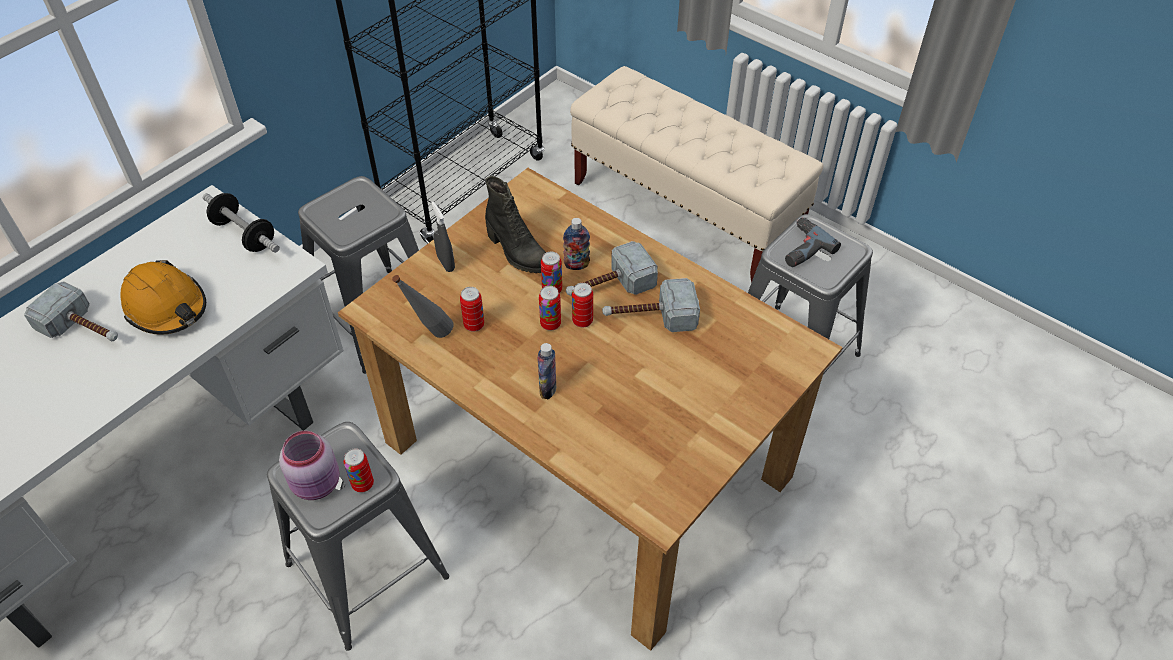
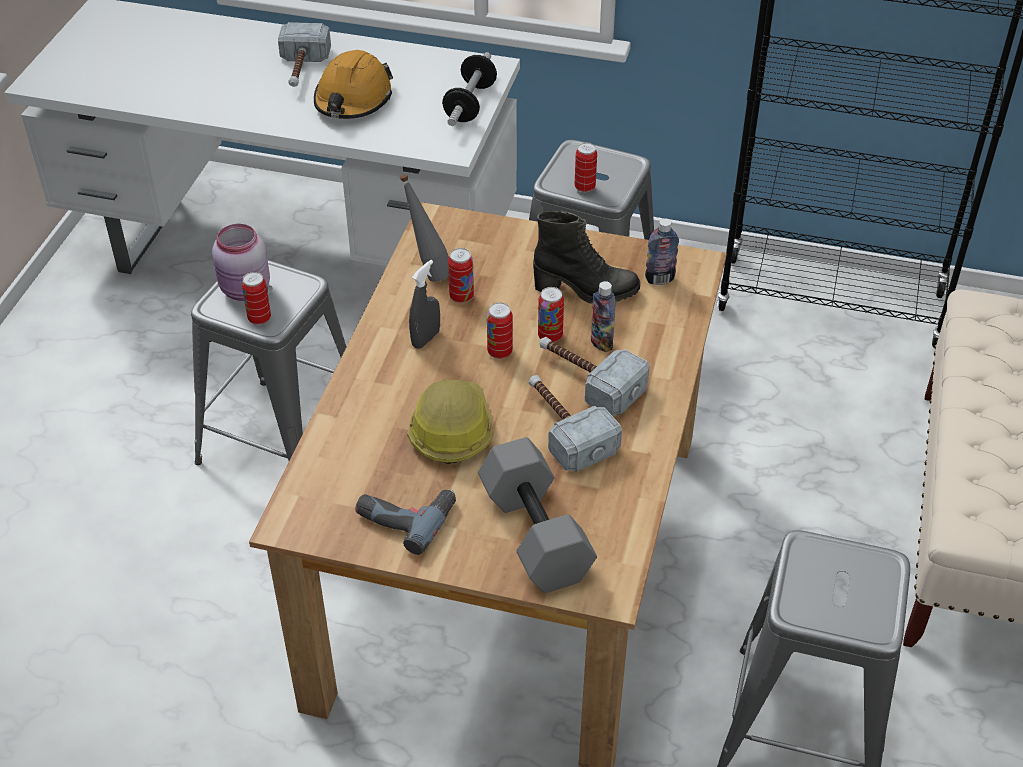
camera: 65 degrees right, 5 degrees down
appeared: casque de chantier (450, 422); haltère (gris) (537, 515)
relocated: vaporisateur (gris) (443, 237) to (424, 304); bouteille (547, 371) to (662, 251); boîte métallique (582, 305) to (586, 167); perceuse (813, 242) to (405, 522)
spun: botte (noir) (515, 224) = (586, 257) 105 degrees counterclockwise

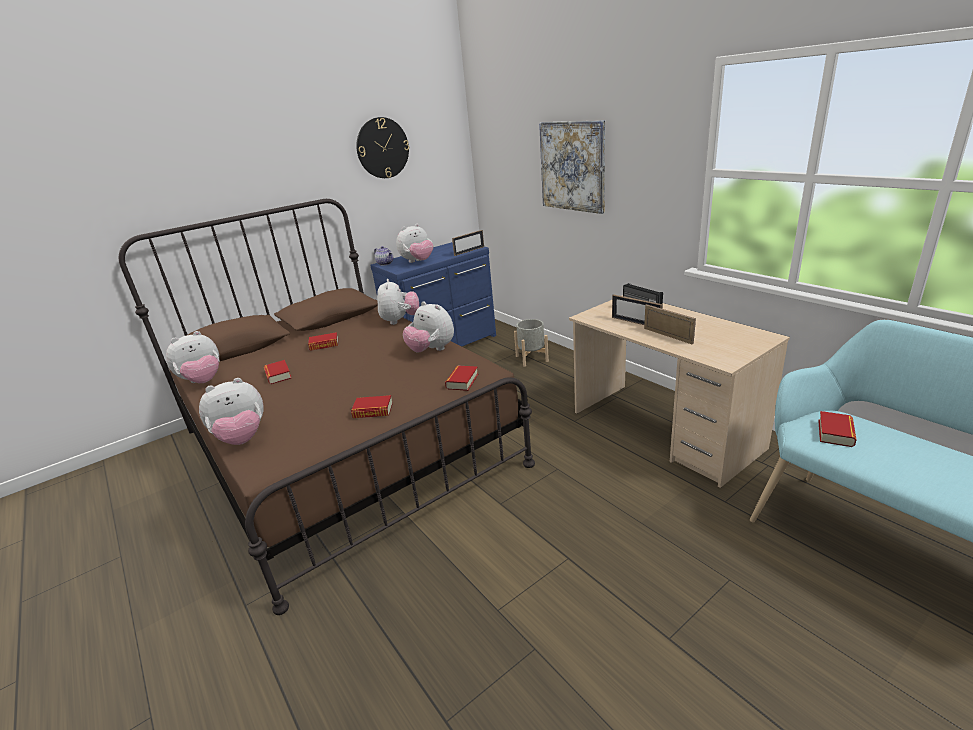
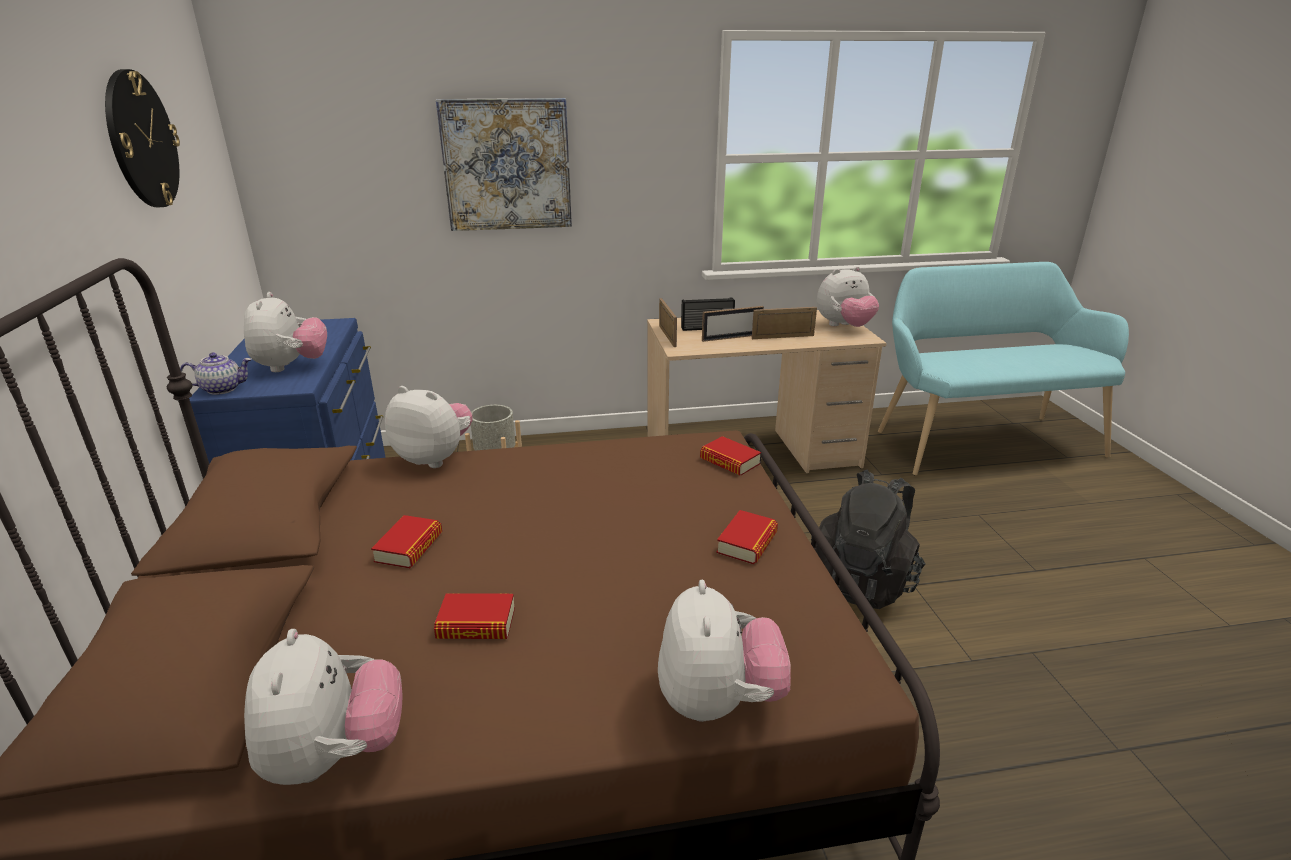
camera: 65 degrees left, 0 degrees up
missing: livre (837, 429)
appeared: sac à dos (noir) (868, 539)
relocated: peluche (428, 327) to (848, 296); cadre photo (468, 243) to (668, 322)

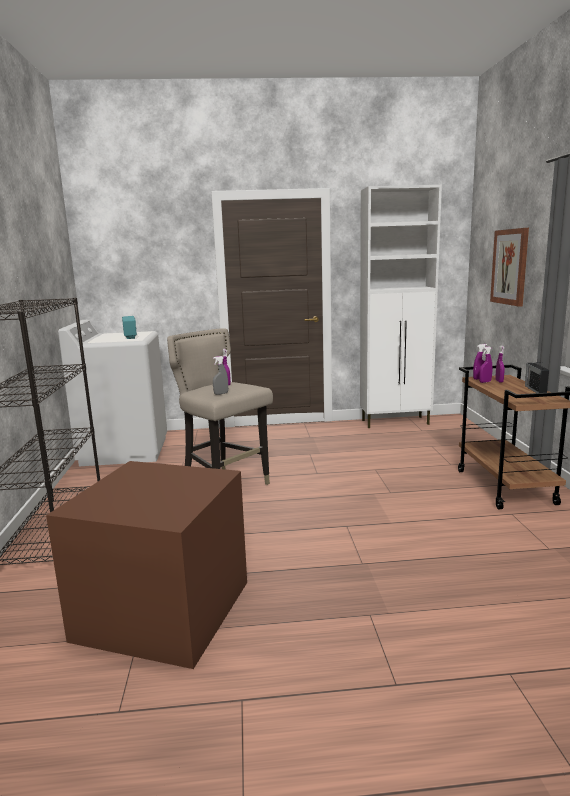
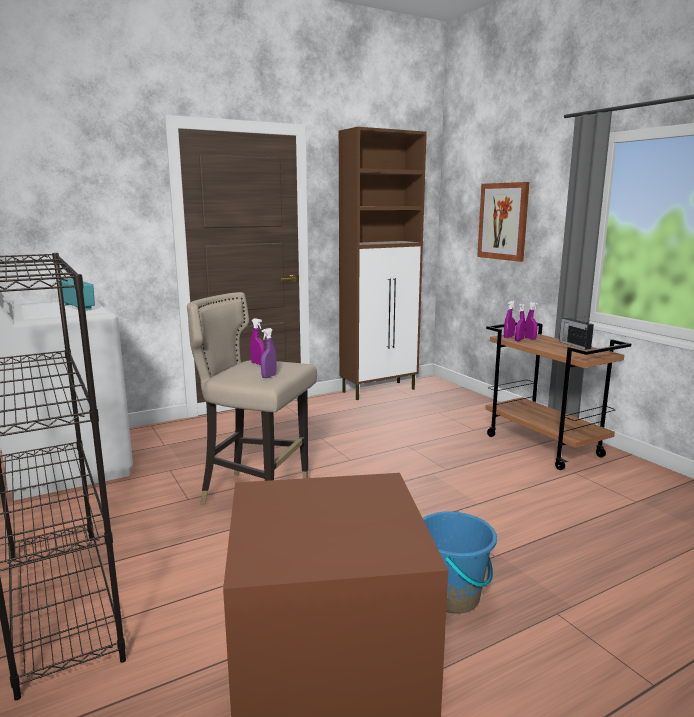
camera: 25 degrees left, 0 degrees up
appeared: seau (bleu) (460, 562)
colour: vaporisateur (gris) (220, 375) to vaporisateur (violet) (269, 353); meuble de rangement (blanc) (401, 306) to meuble de rangement (marron) (383, 263)

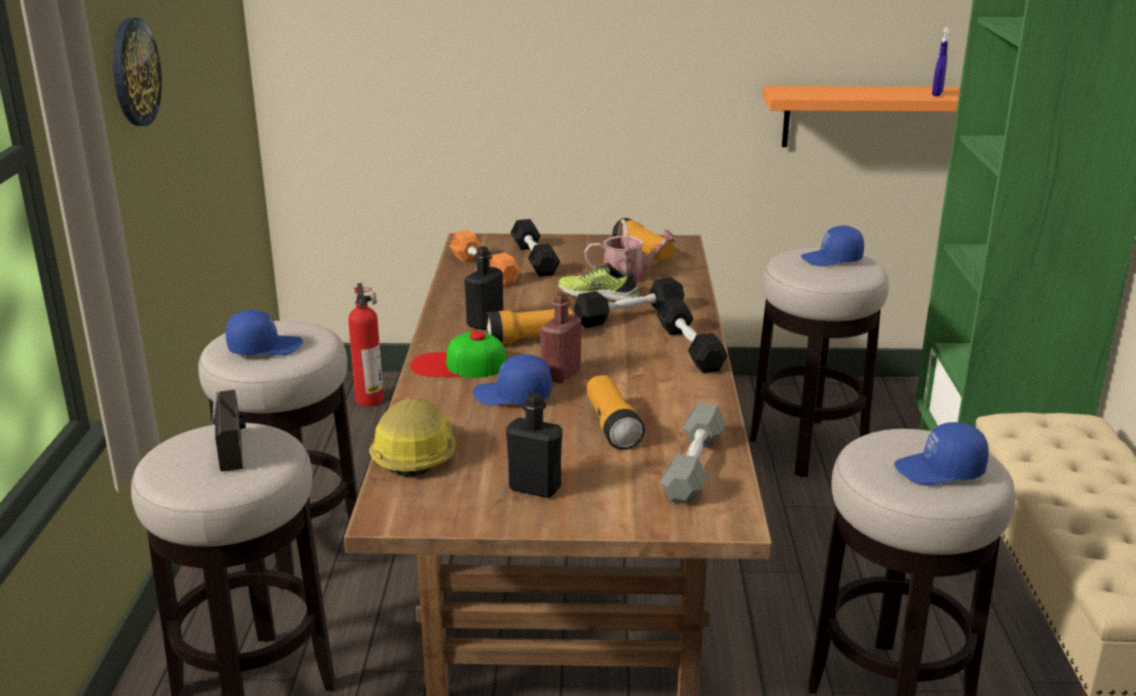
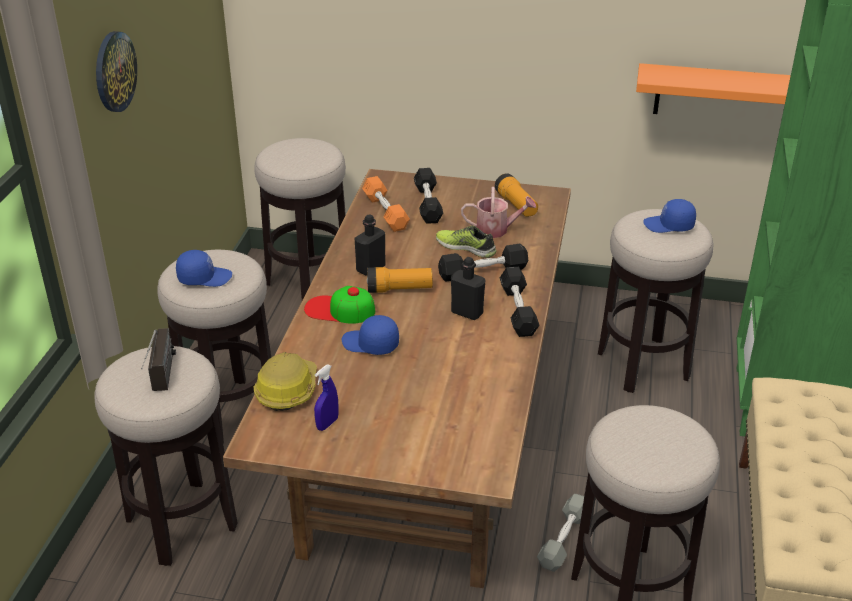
camera: 10 degrees right, 10 degrees up
missing: bouteille (rouge) (561, 337); lampe de poche (616, 412); casquette (bleu) (941, 453)
relocated: bouteille (noir) (534, 445) to (468, 288); haltère (gris) (693, 453) to (560, 533); vaporisateur (bleu) (940, 61) to (326, 398)
exchanged: extincteur (366, 345) to tabouret (300, 219)

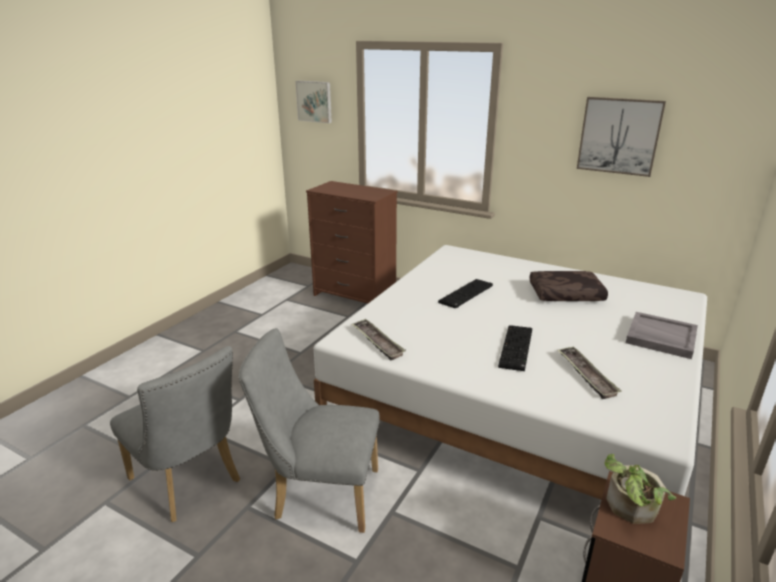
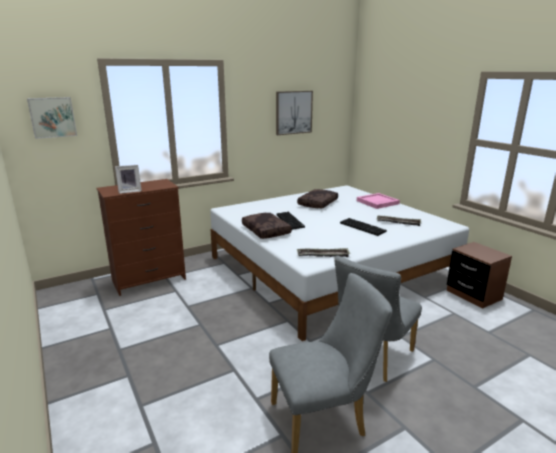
camera: 60 degrees left, 5 degrees down
missing: plante en pot (640, 489)
appeared: cadre photo (128, 179); coussin (marron) (267, 226)
colour: plateau (gris) (662, 335) to plateau (rose) (378, 201)

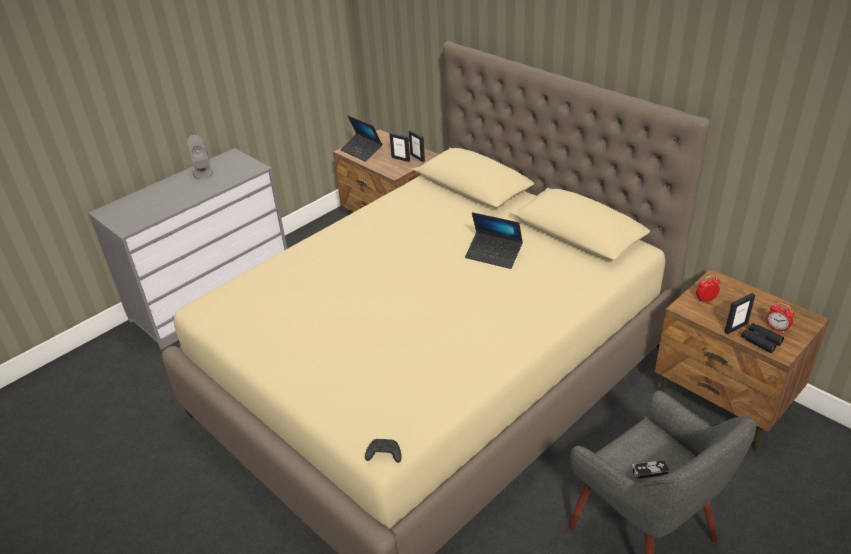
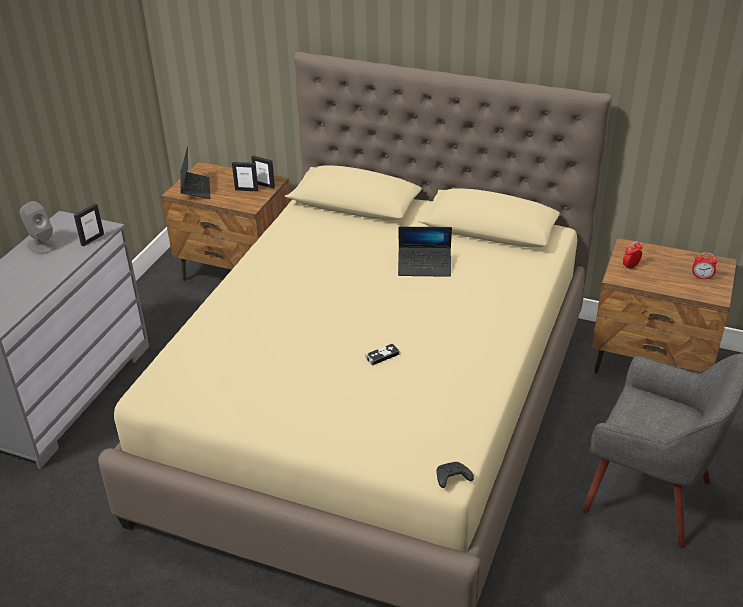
camera: 25 degrees left, 0 degrees up
missing: jumelles (noir) (762, 338)
relocated: manette (651, 469) to (382, 354); cadre photo (739, 314) to (89, 225)
spun: ordinateur portable (361, 139) = (195, 172) 120 degrees counterclockwise

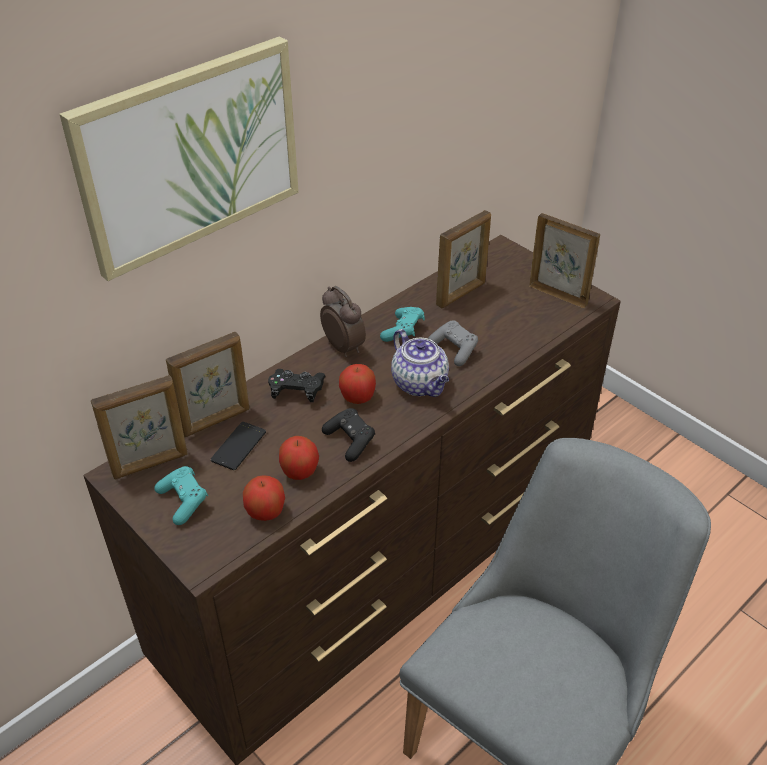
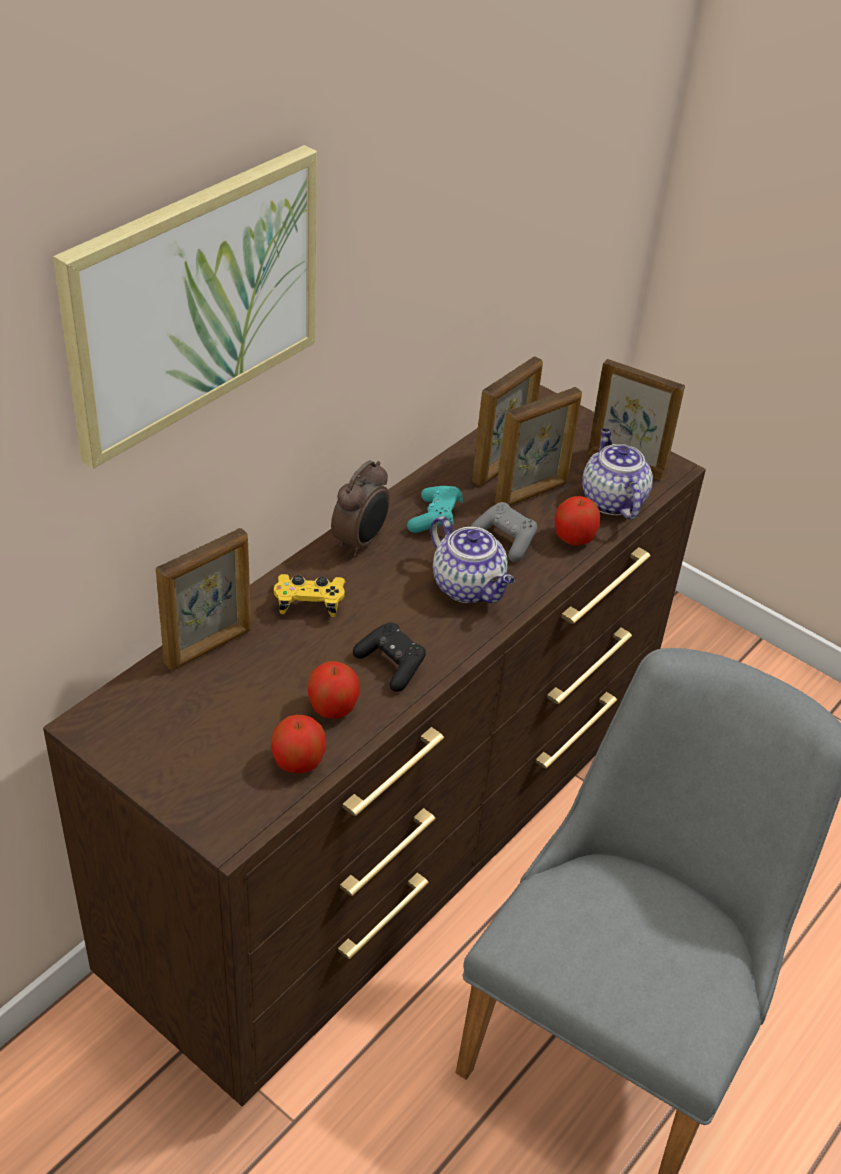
camera: 10 degrees left, 0 degrees up
missing: manette (turquoise) (181, 495); téléphone (238, 446)
appeared: théière (617, 473)
relocated: cadre photo (139, 427) to (538, 446); pomme (357, 384) to (577, 521)
colour: manette (noir) (297, 385) to manette (jaune) (310, 595)
spun: réveil (343, 321) = (360, 508) 75 degrees clockwise

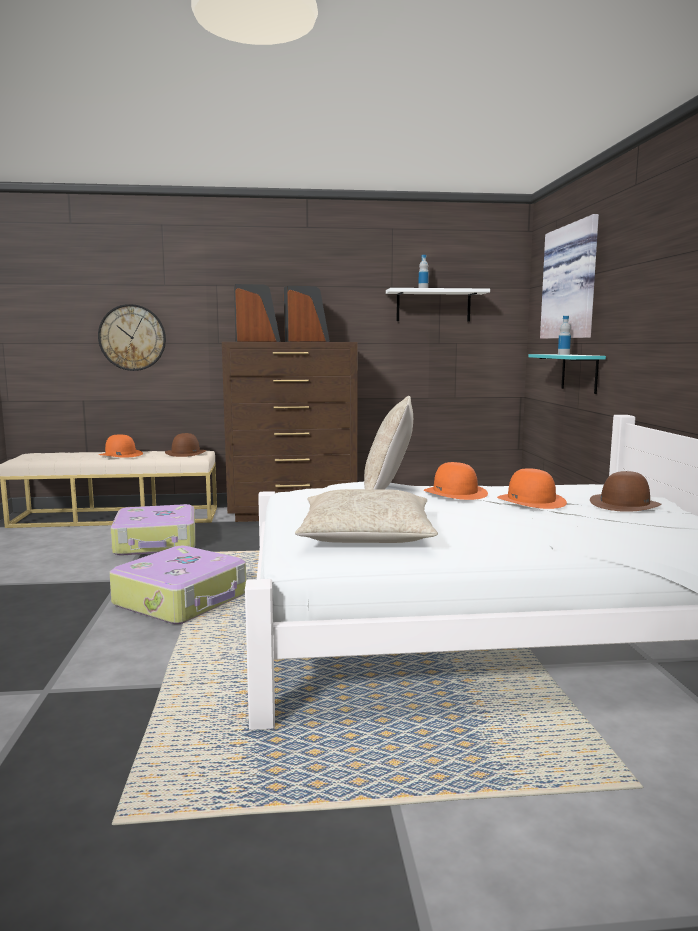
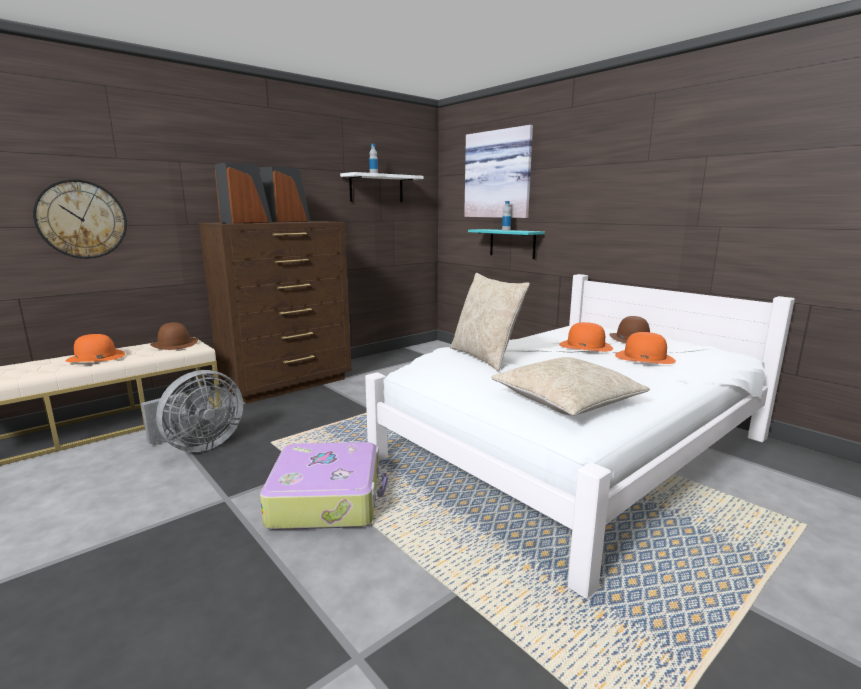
camera: 35 degrees left, 5 degrees up
relocated: chapeau (orange) (456, 481) to (645, 348)
exchanged: valise (153, 529) to ventilateur (gris) (192, 411)

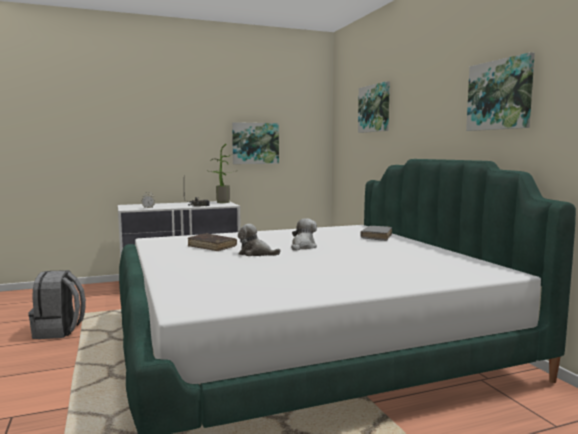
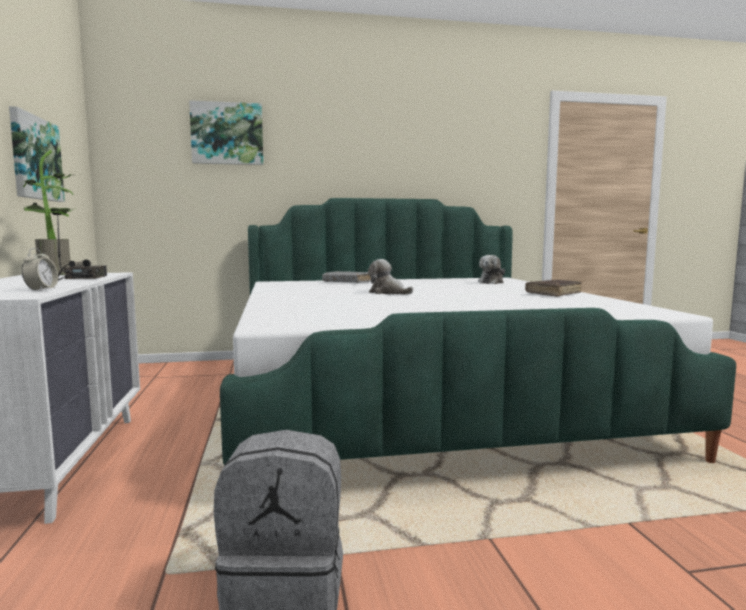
camera: 80 degrees left, 0 degrees up
missing: tableau (500, 91)
relocated: livre (marron) (212, 242) to (553, 288); peluche (259, 240) to (491, 269)

